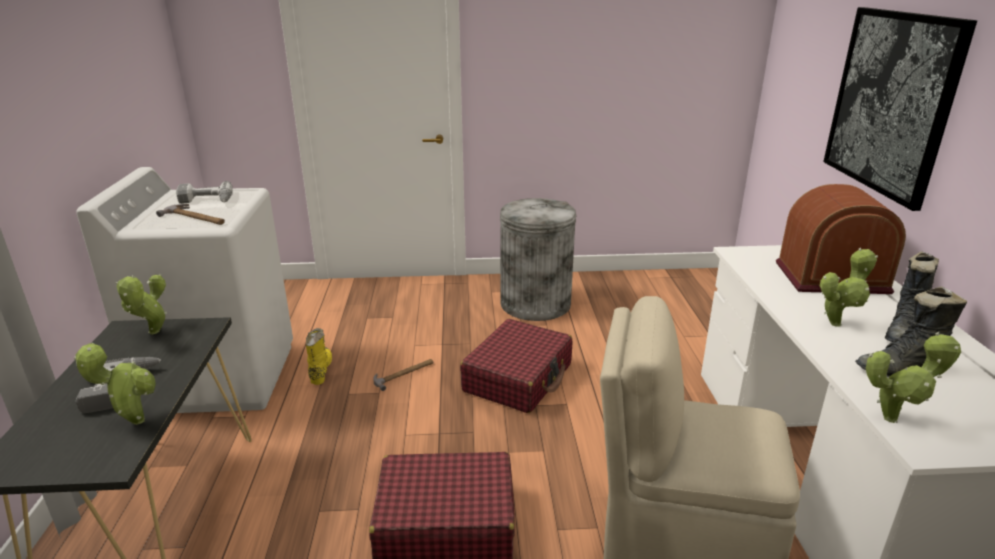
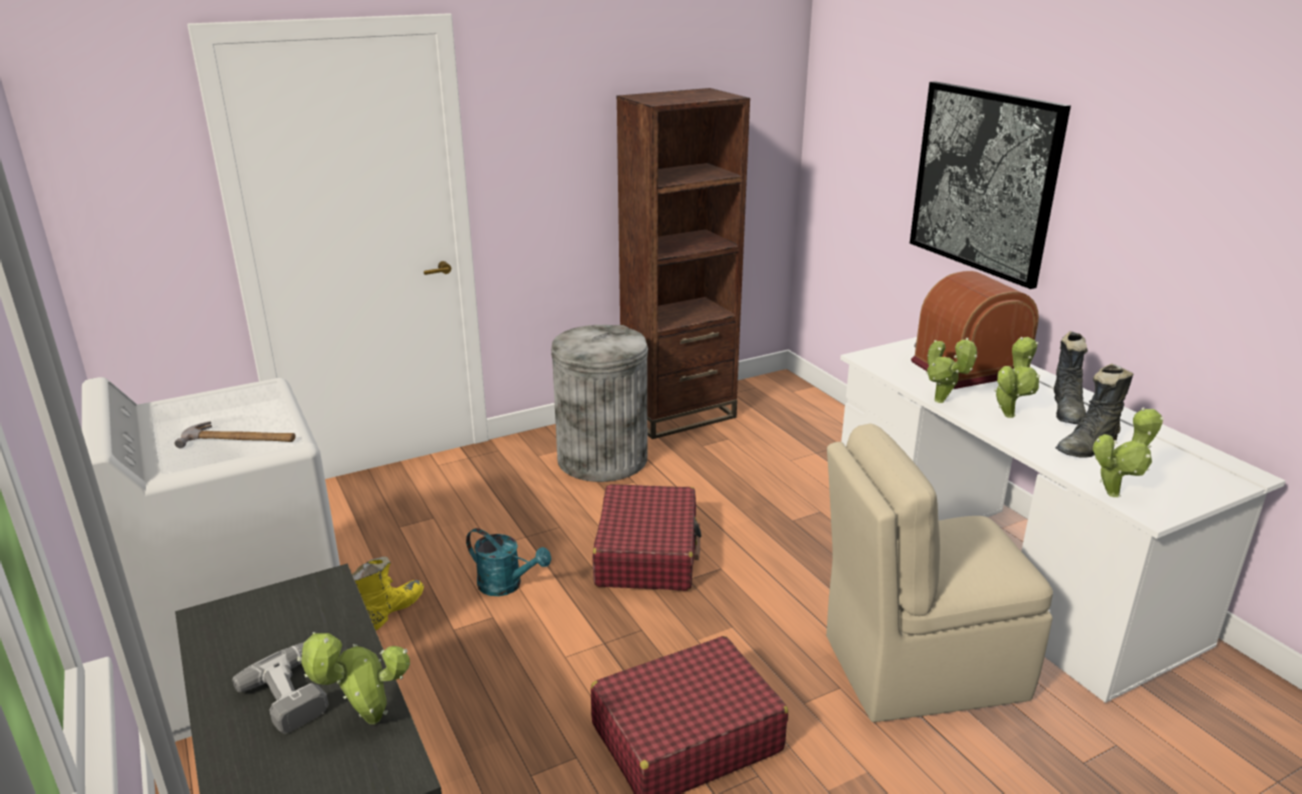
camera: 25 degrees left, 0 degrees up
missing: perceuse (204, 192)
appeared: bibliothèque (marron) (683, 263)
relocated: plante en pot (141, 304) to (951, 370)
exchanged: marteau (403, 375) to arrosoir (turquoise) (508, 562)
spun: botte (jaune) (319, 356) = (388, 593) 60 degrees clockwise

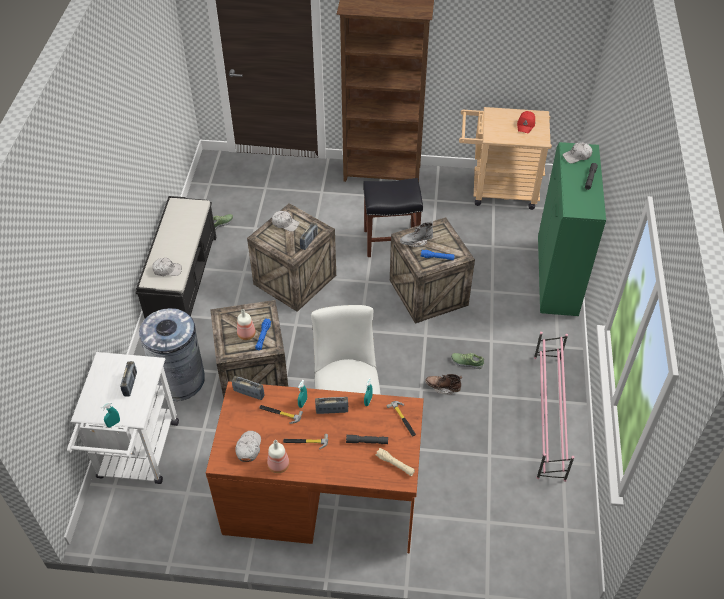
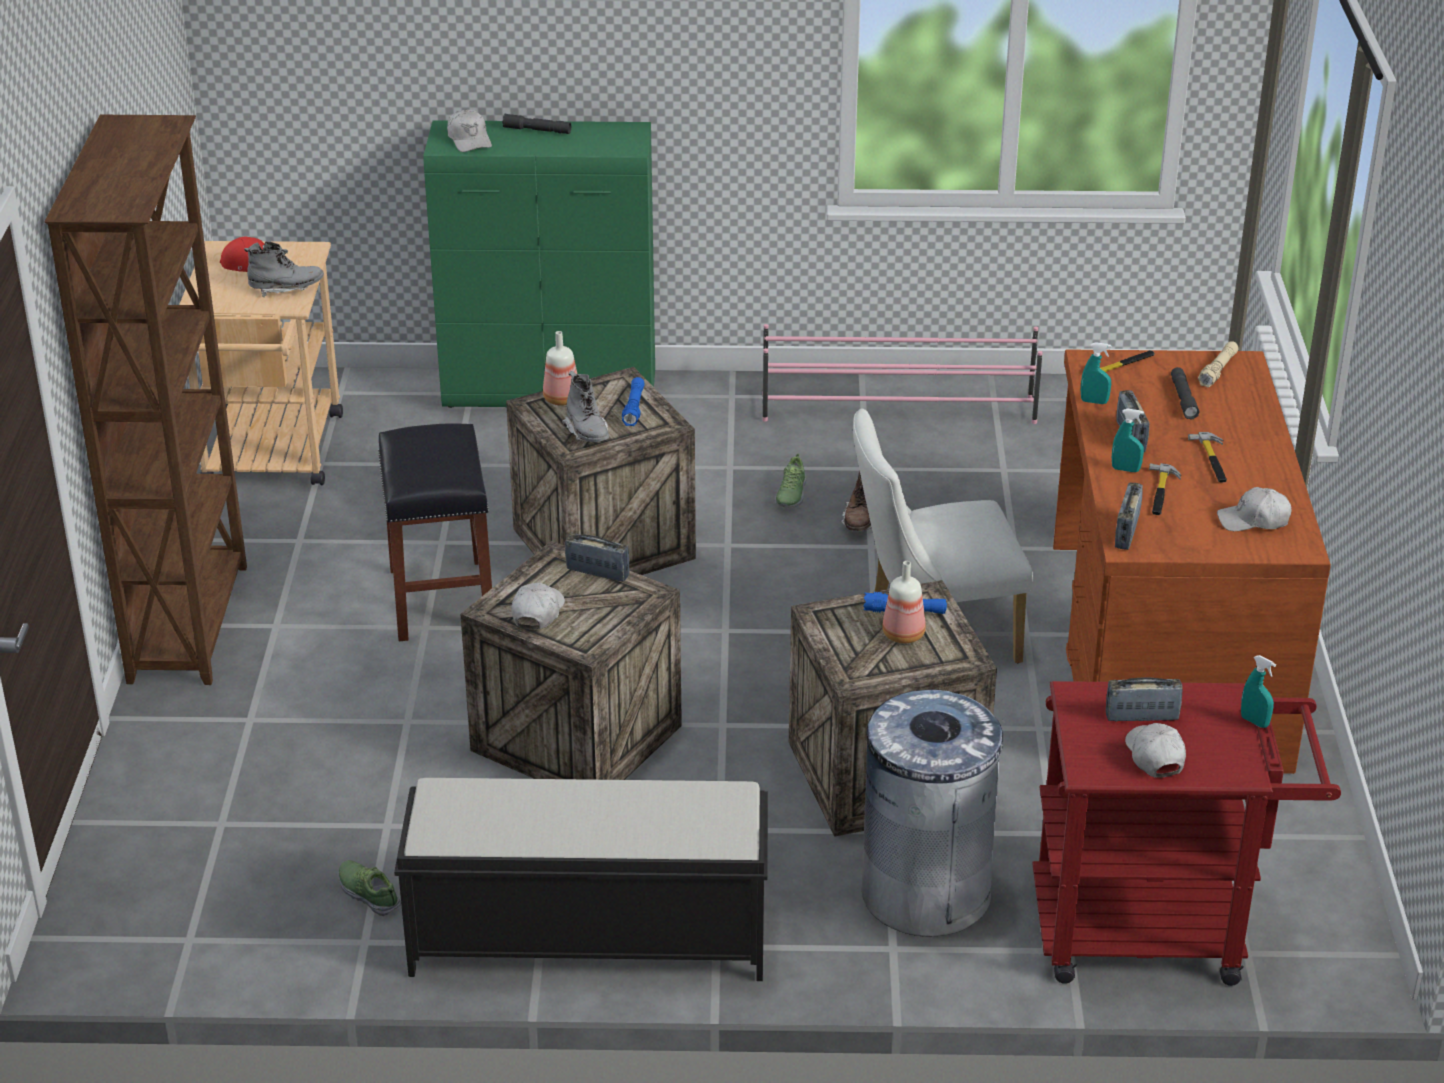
camera: 95 degrees left, 15 degrees down
appeared: botte (gris) (284, 269)
relocated: casquette (blanc) (167, 267) to (1155, 750); bouteille (278, 456) to (560, 368)
colour: chariot (blanc) (123, 418) to chariot (rouge) (1186, 833)

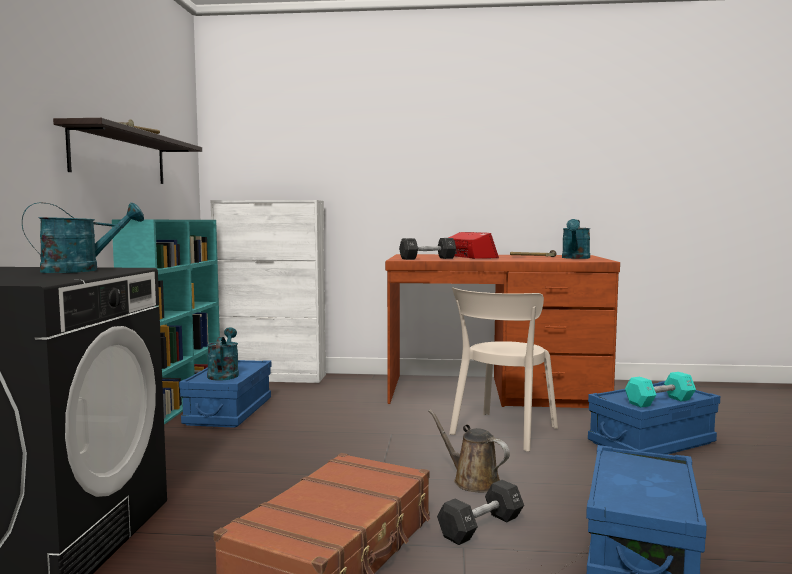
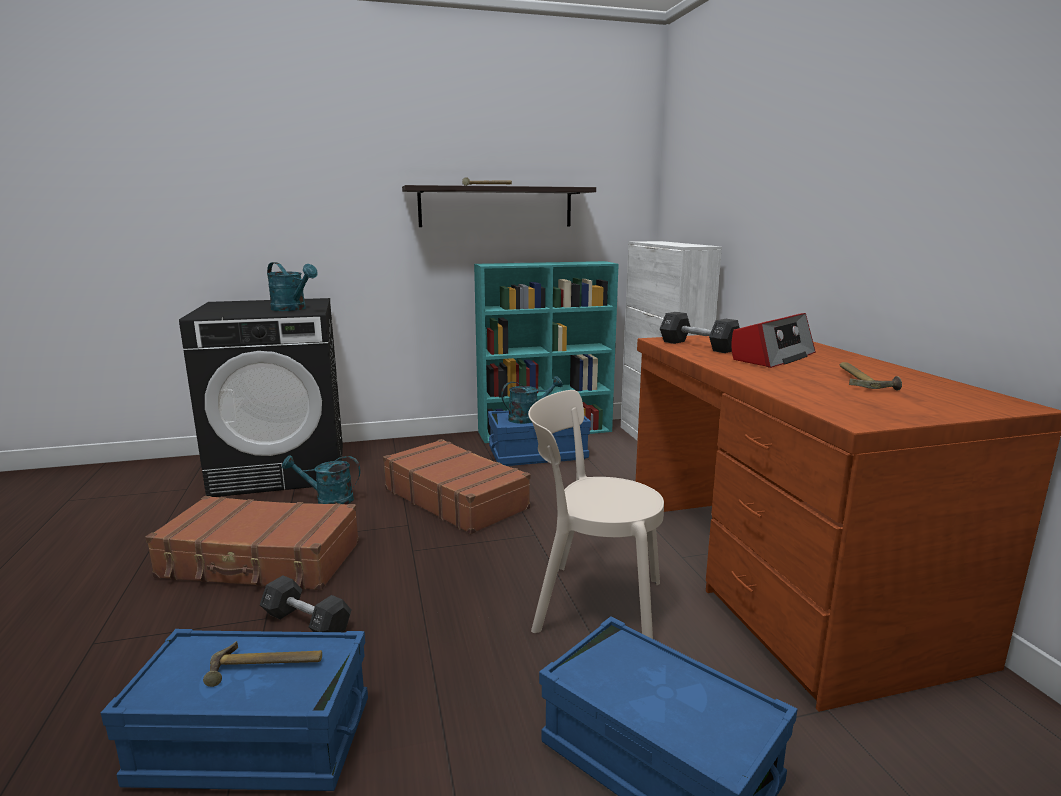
camera: 70 degrees right, 10 degrees up
missing: arrosoir (marron) (469, 450); haltère (turquoise) (660, 390)
appeared: marteau (262, 664); valise (marron) (456, 486)
relocated: arrosoir (turquoise) (576, 239) to (321, 480)

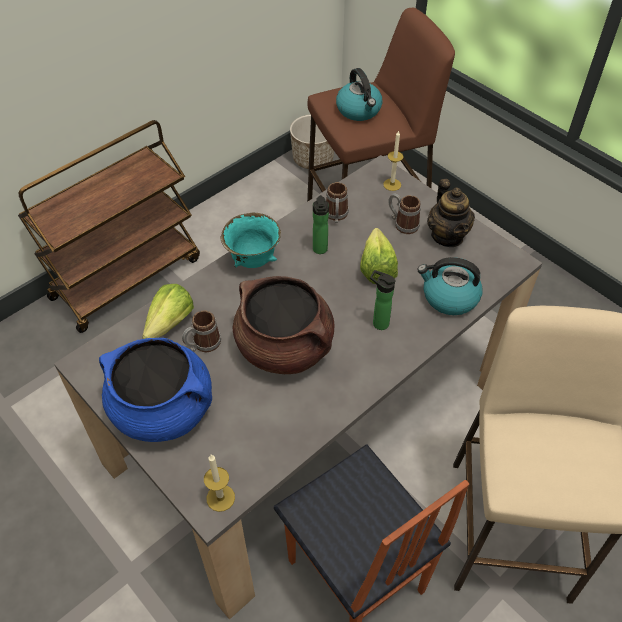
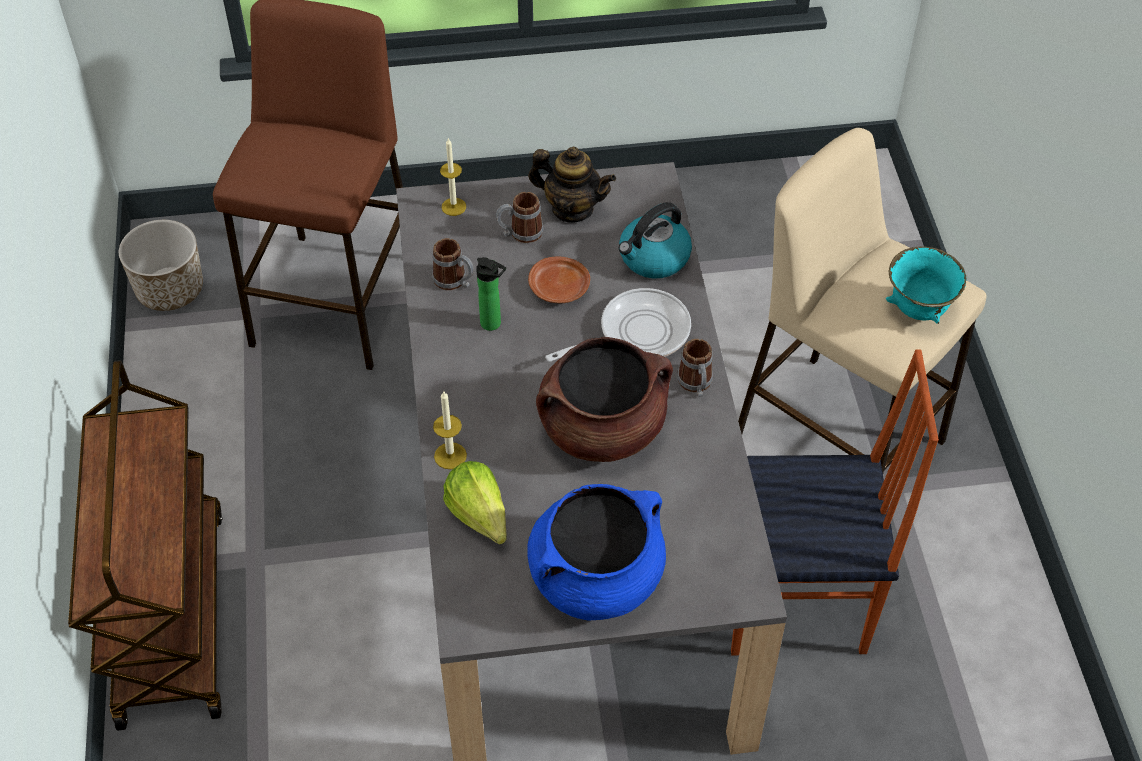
camera: 55 degrees left, 0 degrees up
missing: bouilloire (359, 94)
relocated: mug (201, 331) to (695, 368); bougie (219, 483) to (450, 430); bol (turquoise) (250, 240) to (926, 285)
exchanged: laitue (379, 256) to assiette (marron) (559, 280); bouteille (383, 300) to poêle (618, 325)

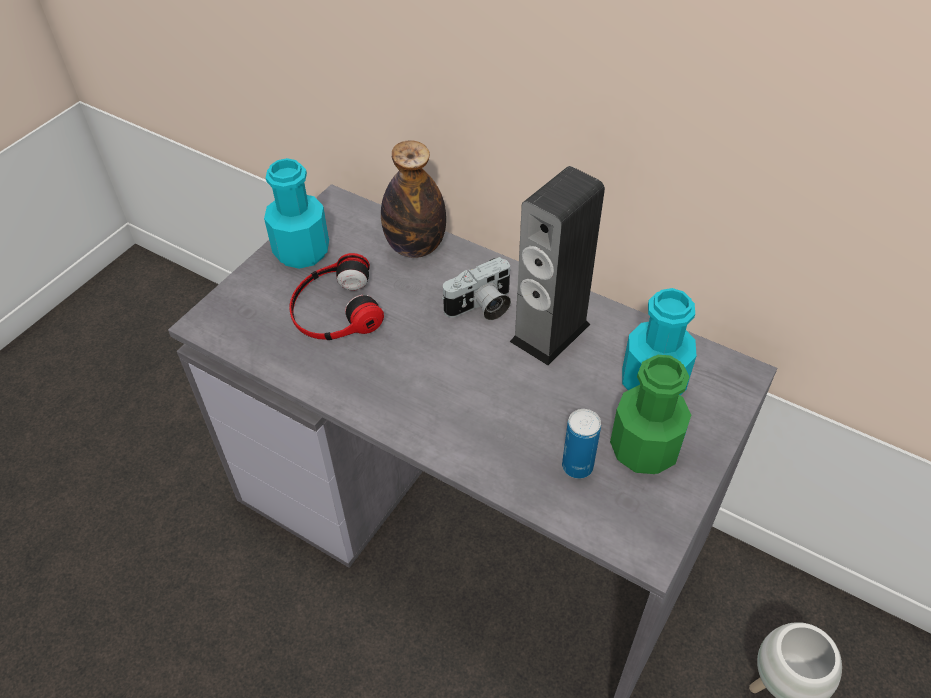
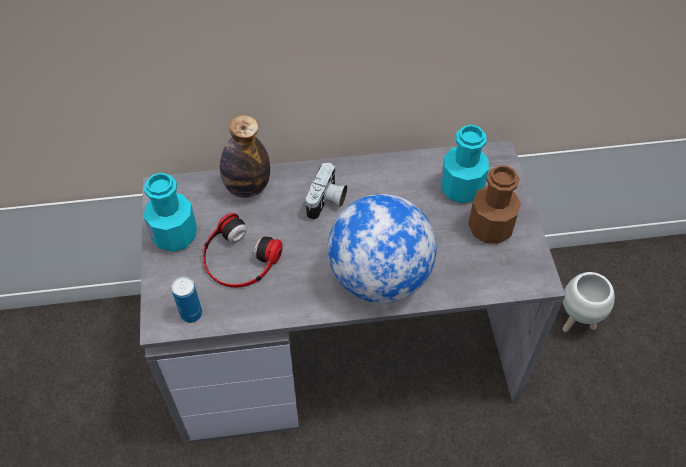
camera: 40 degrees left, 5 degrees up
missing: enceinte (557, 266)
appeared: globe (382, 248)
relocated: boîte métallique (581, 444) to (186, 300)
colour: bouteille (vert) (650, 414) to bouteille (marron) (494, 204)

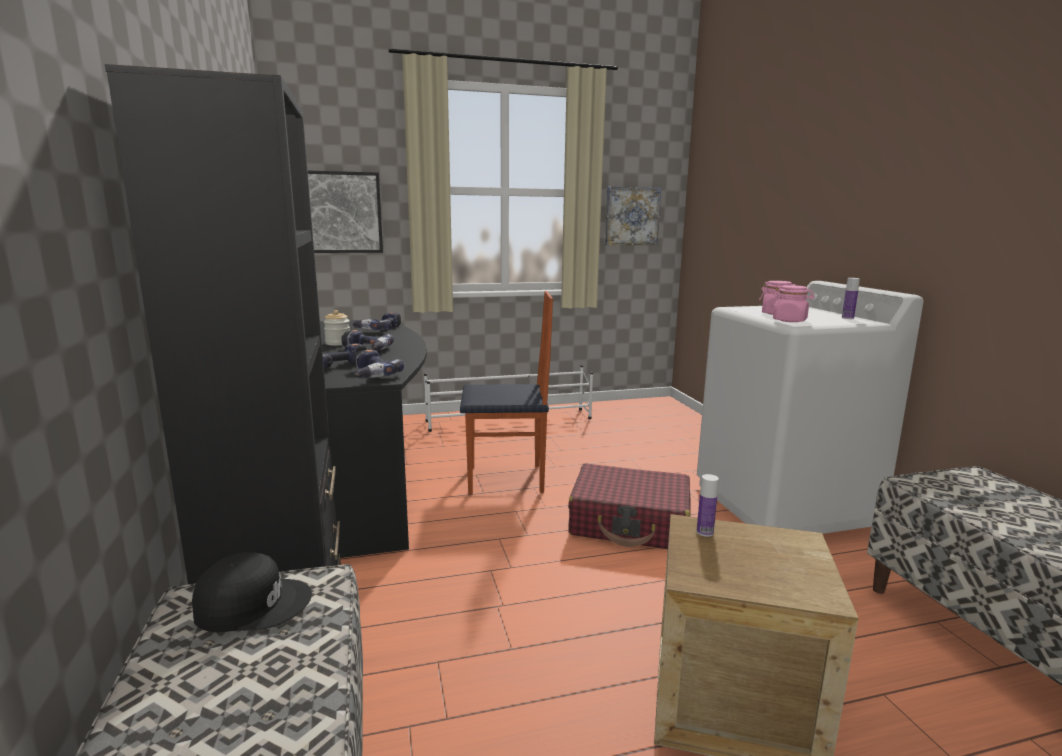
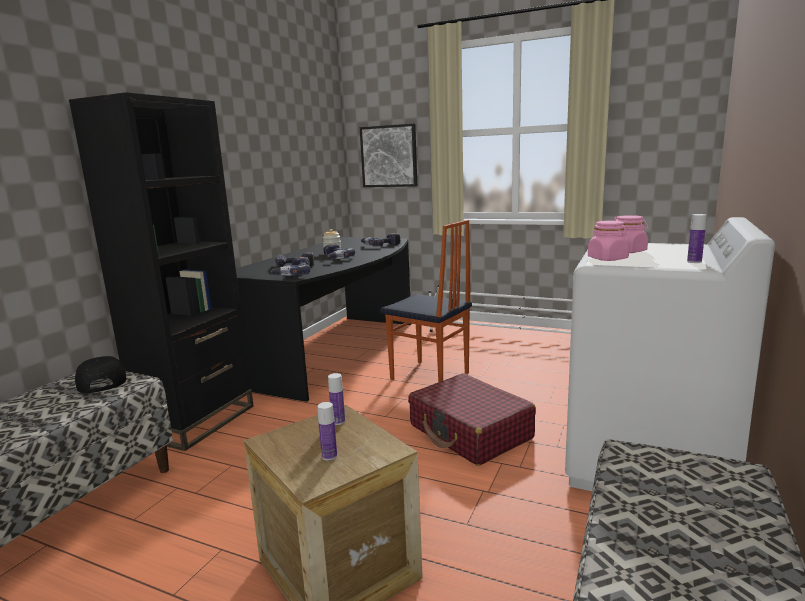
camera: 40 degrees right, 0 degrees up
missing: tableau (632, 216)
appeared: bouteille (327, 431)
spun: casquette (noir) (252, 592) = (100, 374) 150 degrees counterclockwise

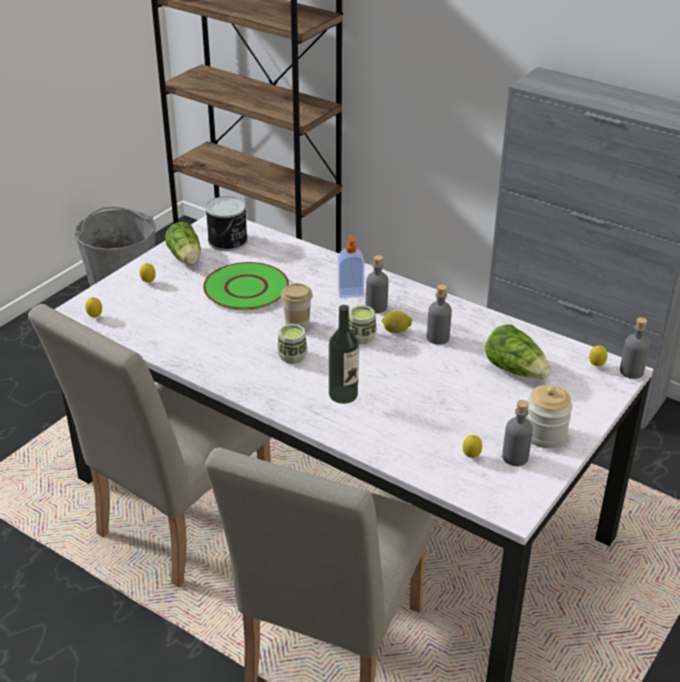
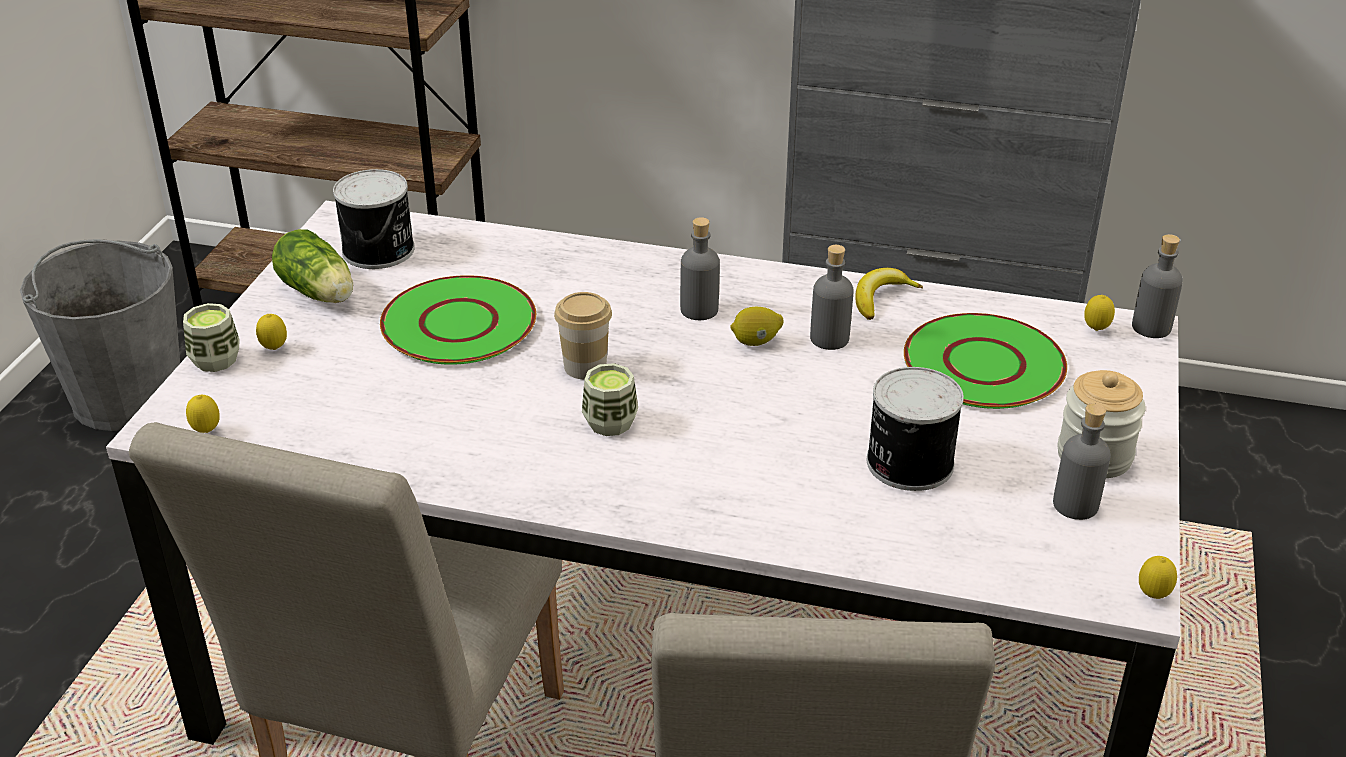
camera: 20 degrees left, 0 degrees up
missing: bouteille (344, 354); distributeur de savon (351, 266)
appeared: banane (889, 294); boîte métallique (915, 429)
relocated: tasse (363, 324) to (211, 337); citron (472, 446) to (1158, 577)
exchanged: laitue (518, 351) to assiette (vert) (985, 361)

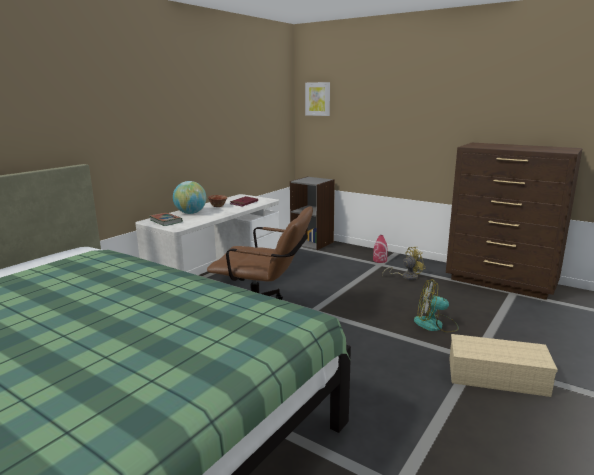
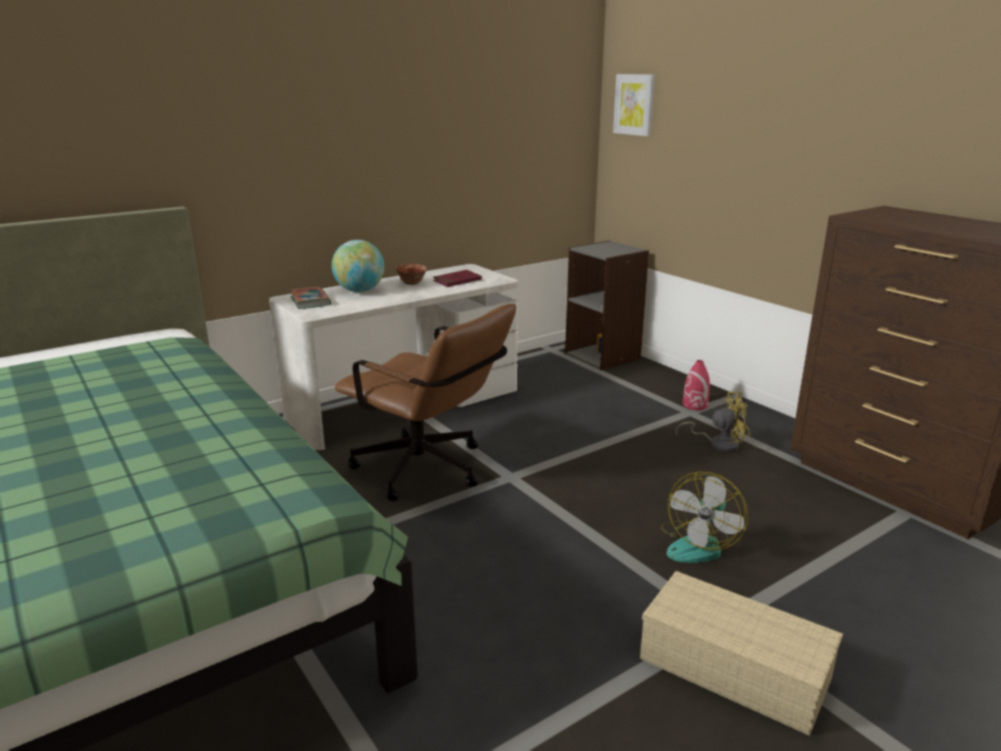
camera: 20 degrees right, 5 degrees up
spun: ventilateur (436, 305) = (704, 517) 90 degrees counterclockwise

